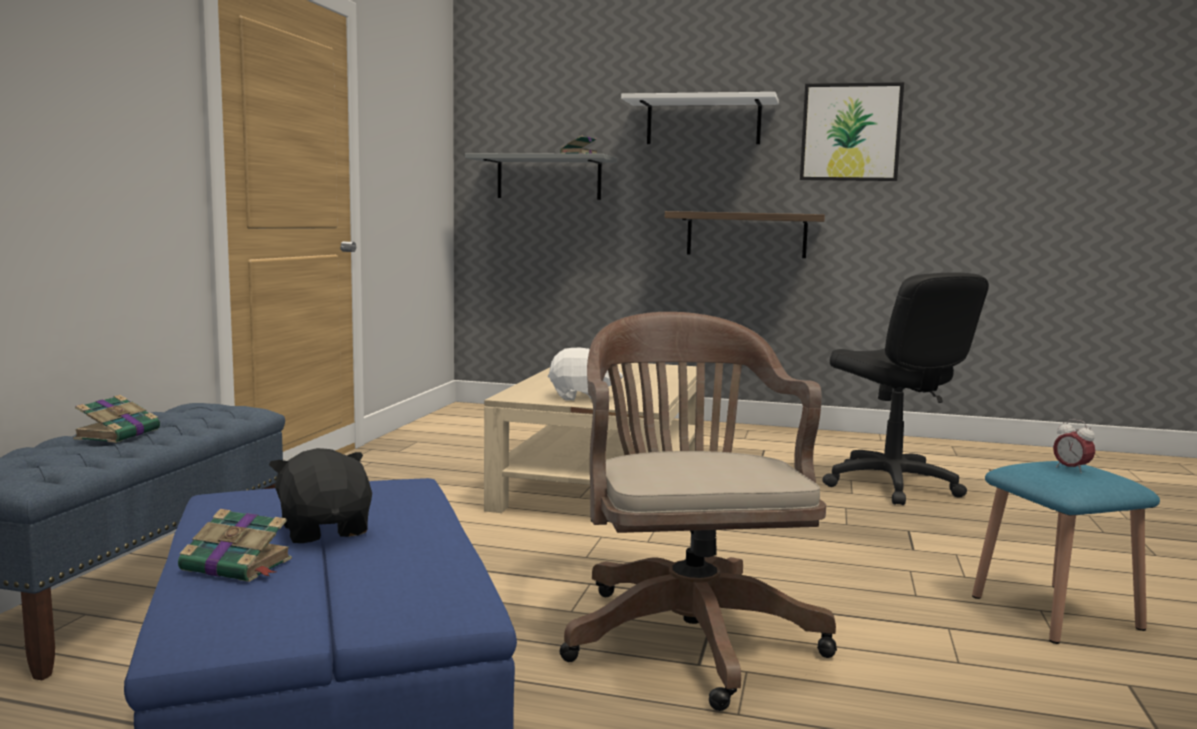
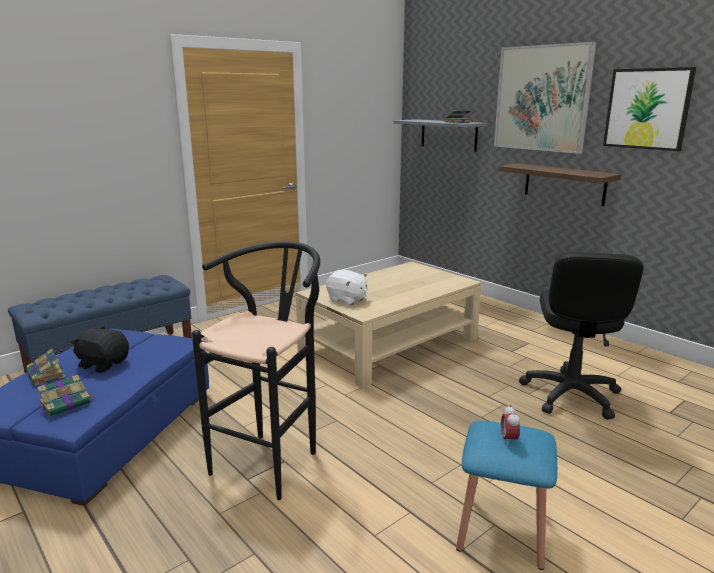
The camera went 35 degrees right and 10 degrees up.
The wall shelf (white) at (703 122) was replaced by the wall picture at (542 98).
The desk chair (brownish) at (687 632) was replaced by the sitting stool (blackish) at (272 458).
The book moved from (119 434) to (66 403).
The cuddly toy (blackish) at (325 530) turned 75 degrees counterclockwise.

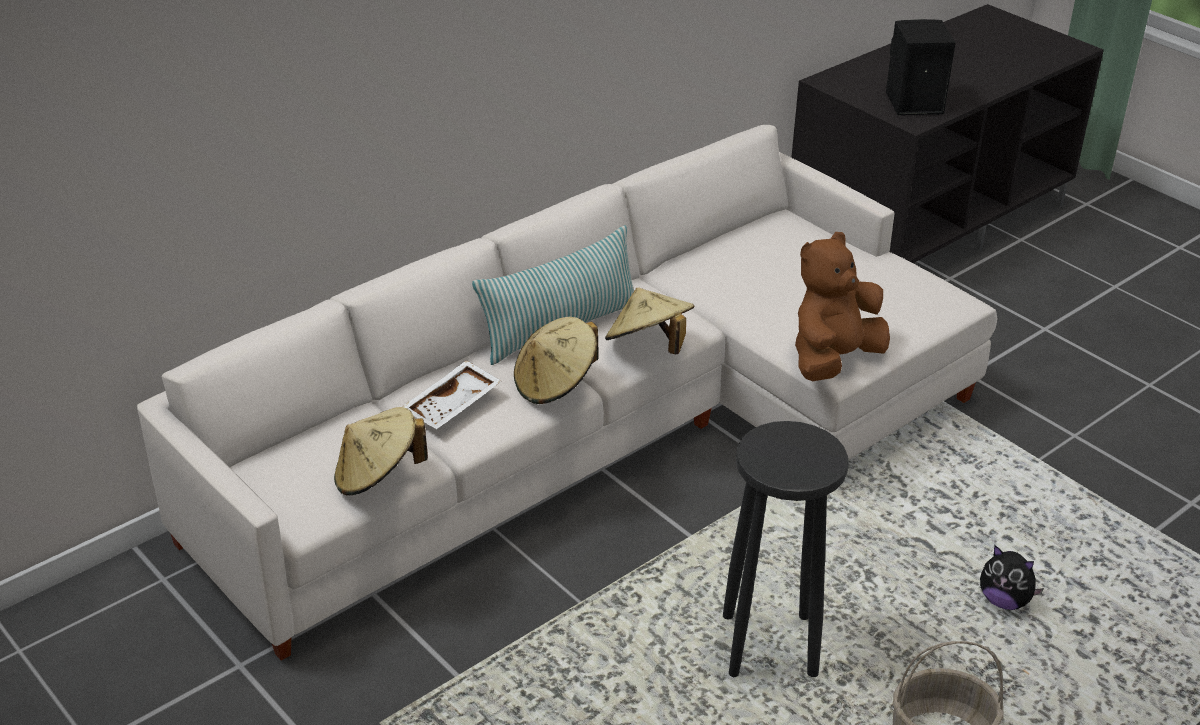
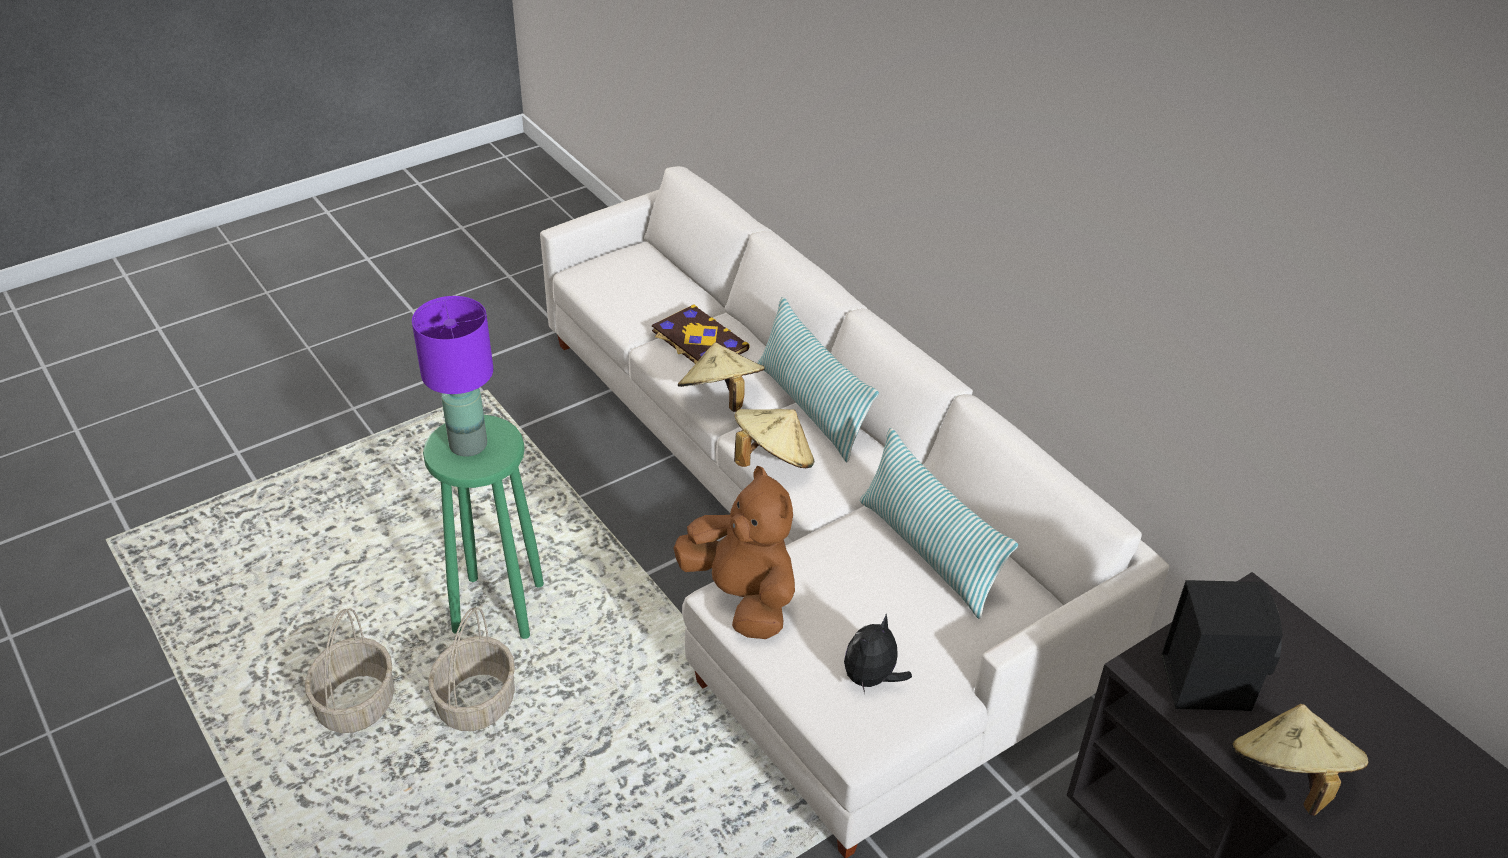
The camera went 95 degrees right and 5 degrees up.
The carrying tray (white) at (453 406) was replaced by the book at (698 341).
The wearable hat (beige) moved from (378 476) to (1288 777).
The sitting stool (blackish) at (771 645) became the sitting stool (greenish) at (498 608).
The cuddly toy moved from (1004 601) to (871 679).
The lamp for a table (purplish) at (467 445) appeared.
The throw pillow at (928 552) appeared.
The storage basket at (476 701) appeared.

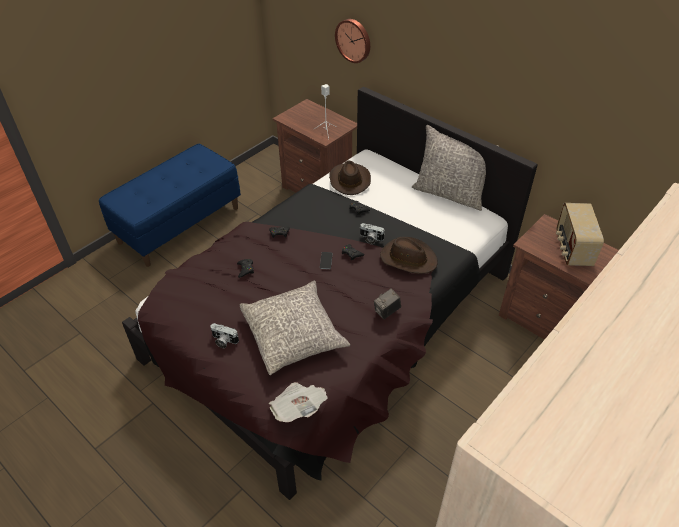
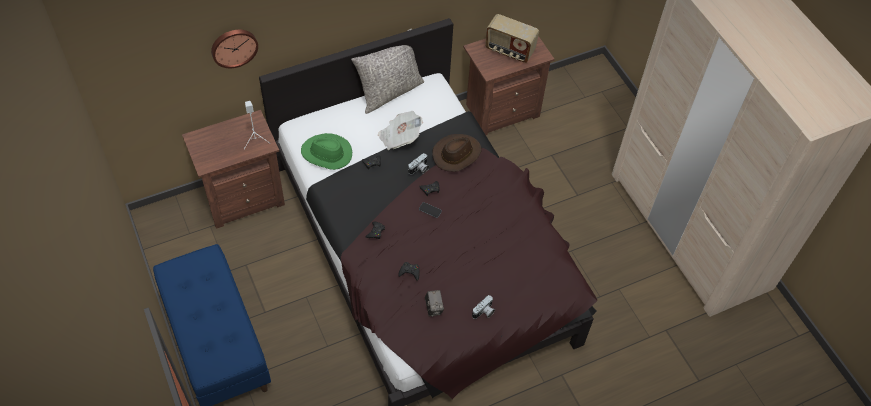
The camera went 70 degrees left and 10 degrees up.
The wearable hat (brownish) at (349 180) became the wearable hat (greenish) at (326 154).
The throw pillow (gray) at (294 334) disappeared.
The still camera moved from (387 312) to (433 308).
The daily paper moved from (298 409) to (399 137).

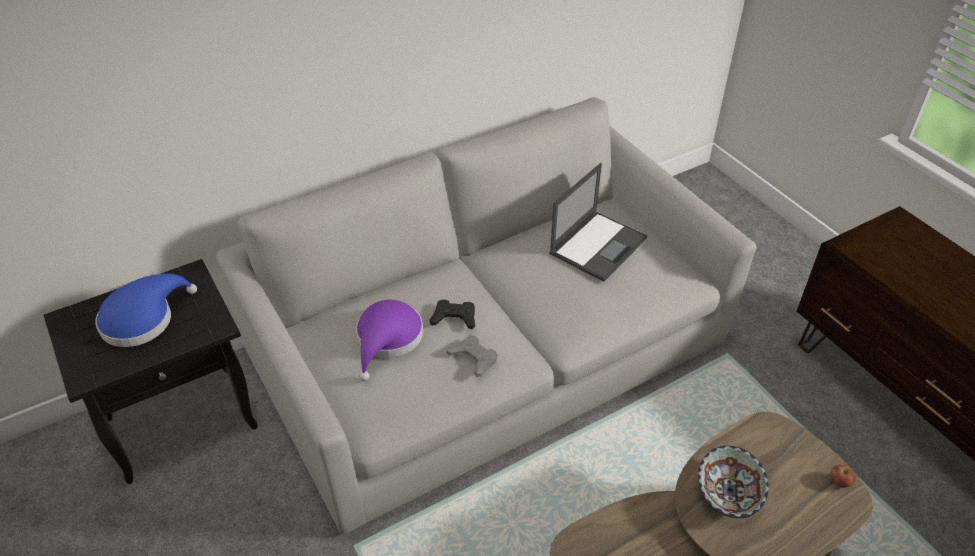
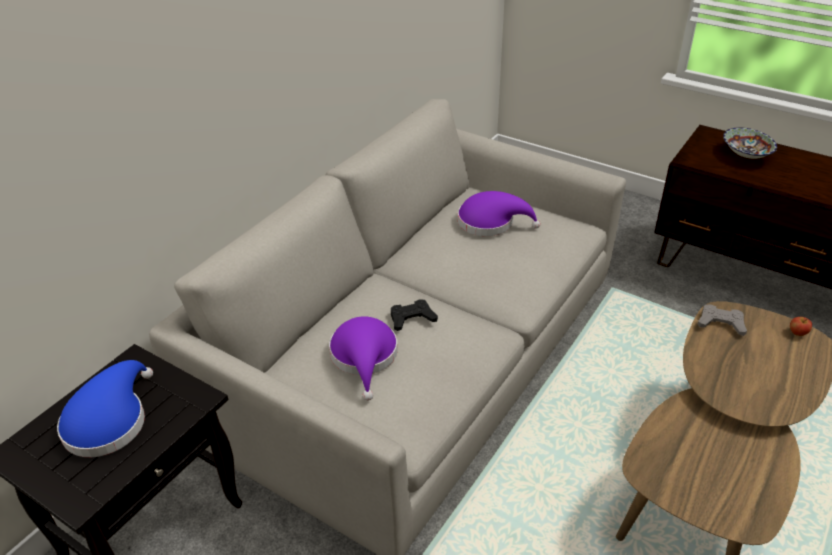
The camera went 25 degrees left and 5 degrees down.
The laptop at (598 245) was replaced by the wearable hat (purplish) at (490 222).
The joypad (gray) moved from (473 358) to (721 323).
The deep dish moved from (729 493) to (746 155).

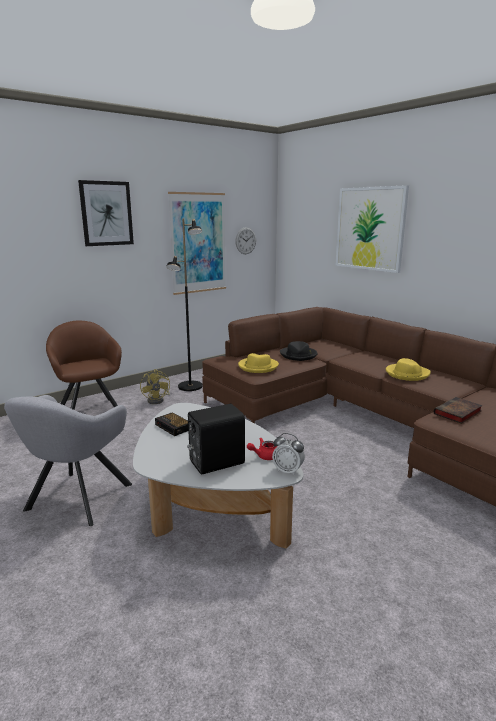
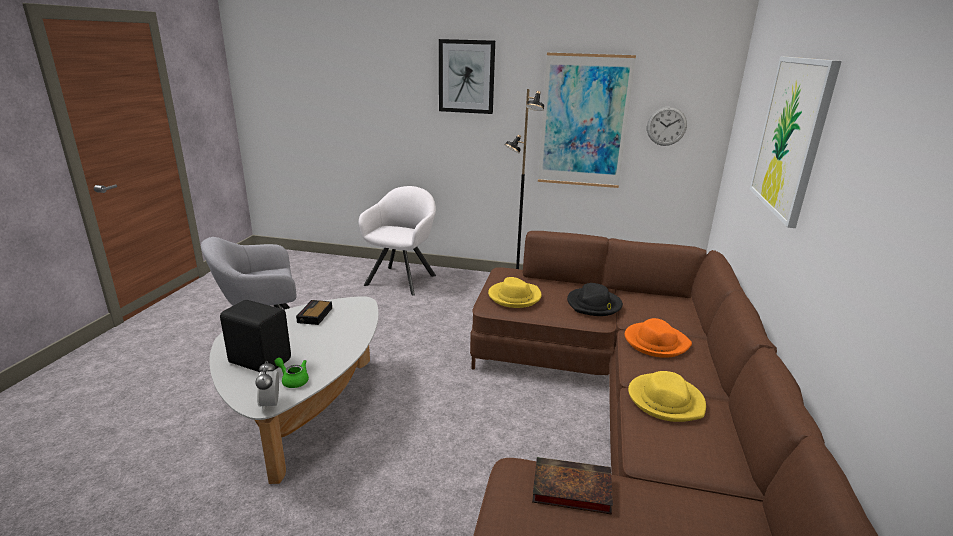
The camera went 50 degrees right and 5 degrees up.
The easy chair (brownish) at (90 410) became the easy chair (white) at (403 278).
The fan (yellowish) at (158 400) disappeared.
The teapot (red) at (264 456) became the teapot (greenish) at (293 380).
The wearable hat (orange-coloured) at (655 342) appeared.

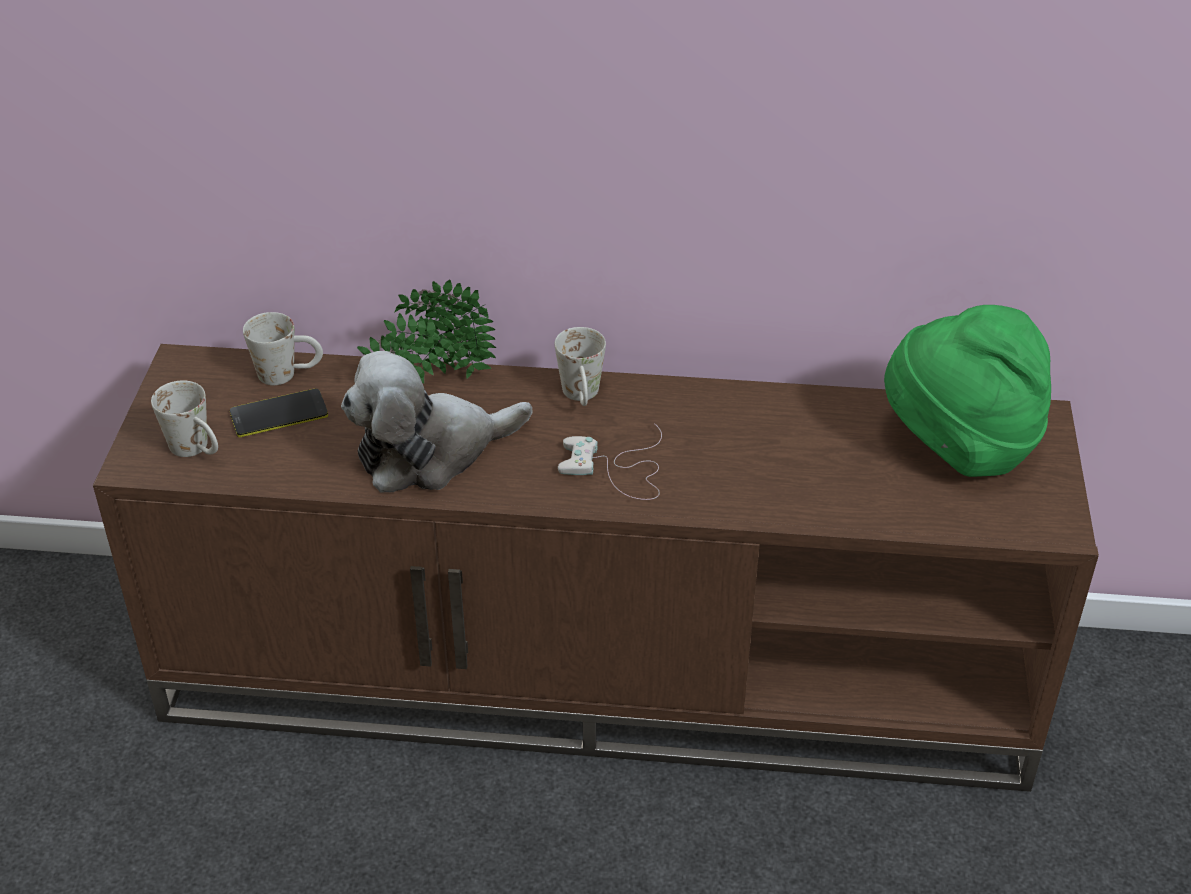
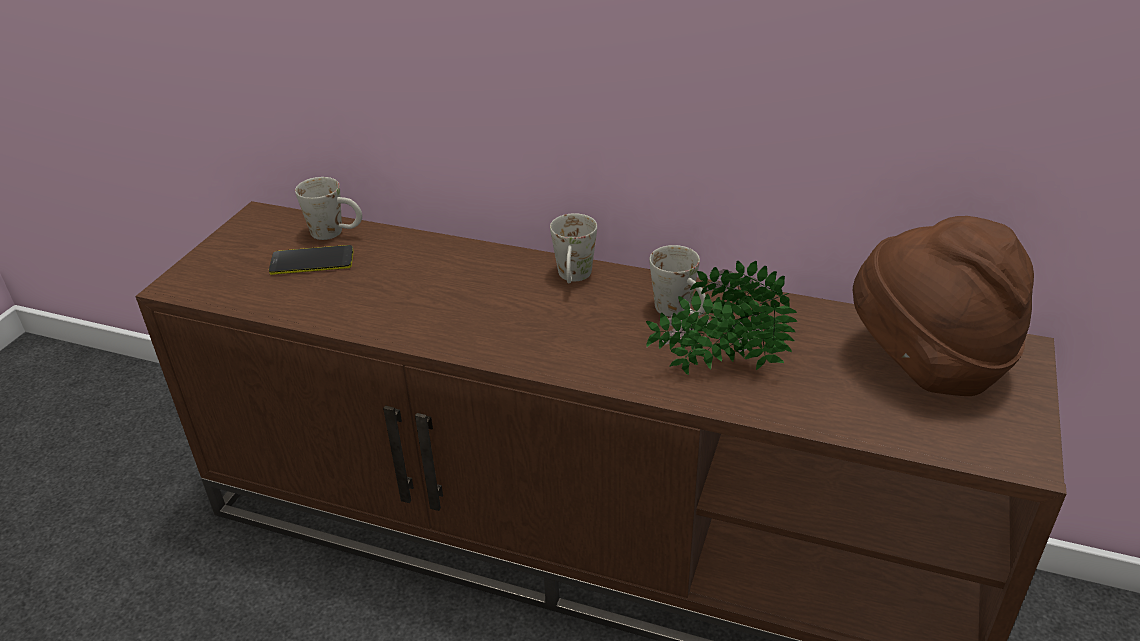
The camera went 15 degrees right and 5 degrees down.
The houseplant moved from (430 381) to (717 367).
The wearable hat (greenish) at (959 445) became the wearable hat (brownish) at (927 363).
The cuddly toy at (430 452) disappeared.
The mug (white) moved from (197 450) to (680 312).
The joypad (white) at (618 469) disappeared.

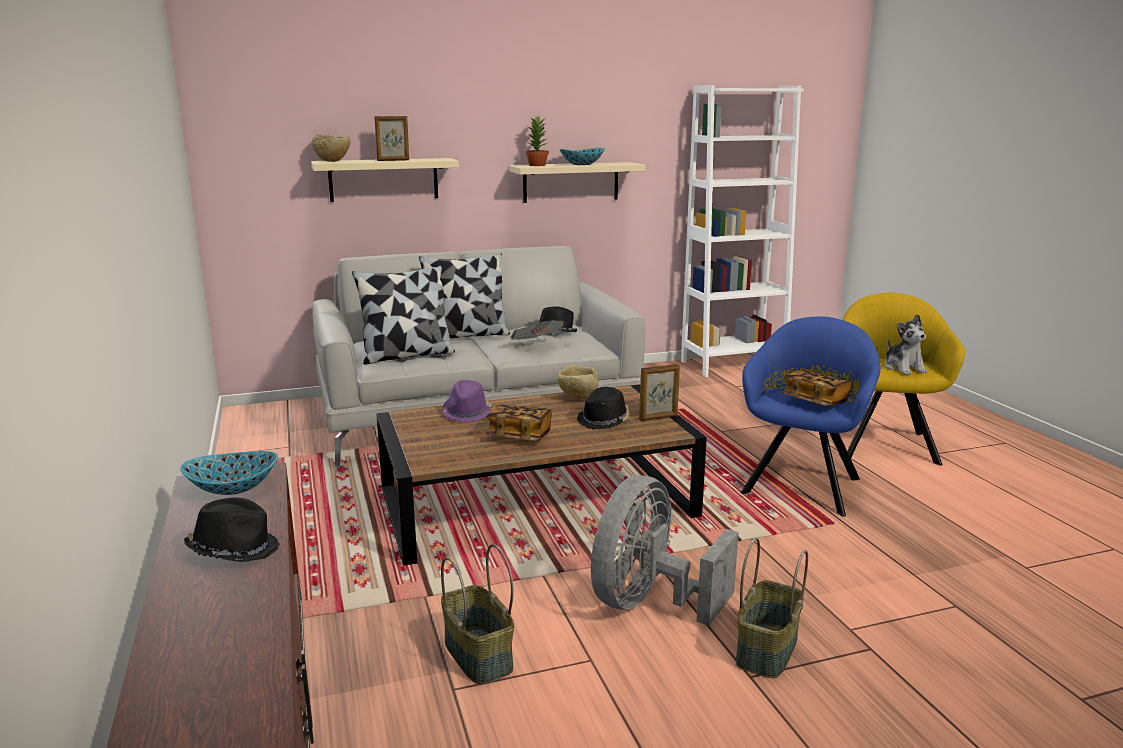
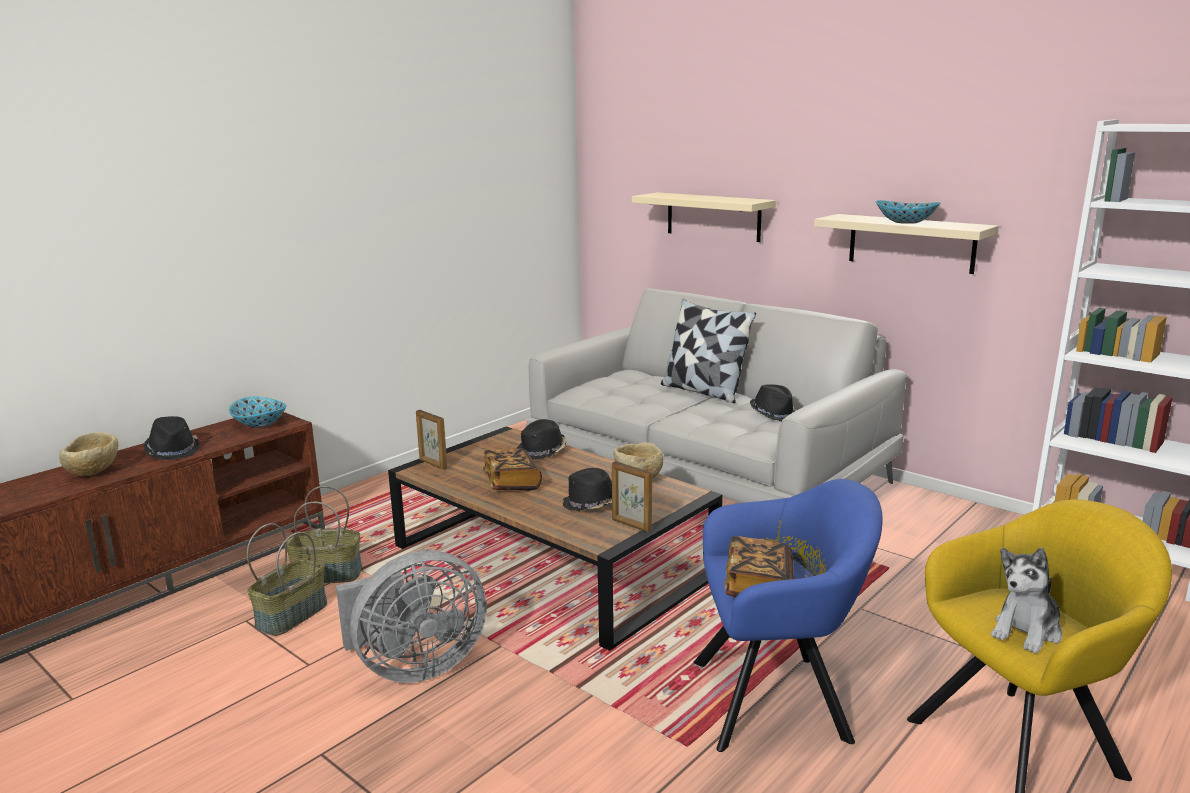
The camera went 60 degrees right and 0 degrees up.
The houseplant at (537 165) disappeared.
The picture frame moved from (393 160) to (433 464).
The deep dish (beige) moved from (333 161) to (94 473).
The throw pillow at (407 355) disappeared.
The daily paper at (536 345) disappeared.
The wearable hat (purplish) at (467 413) became the wearable hat (blackish) at (542 451).
The fan (gray) at (649 602) turned 150 degrees clockwise.
The storage basket moved from (768 650) to (326 575).

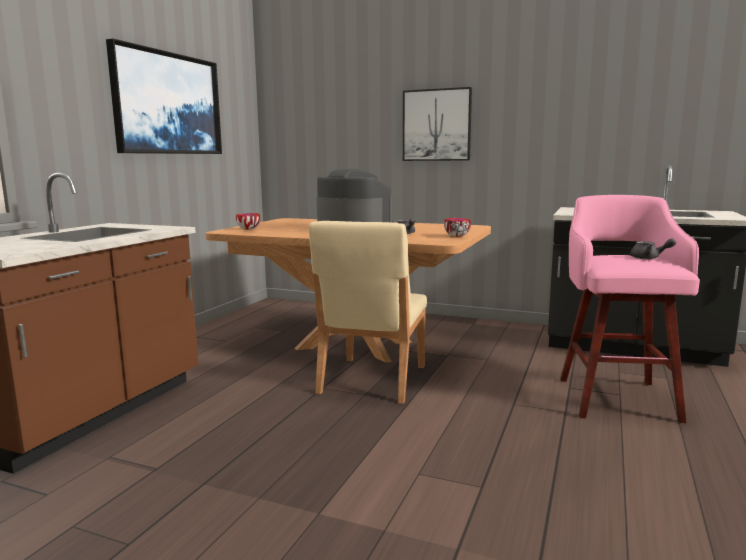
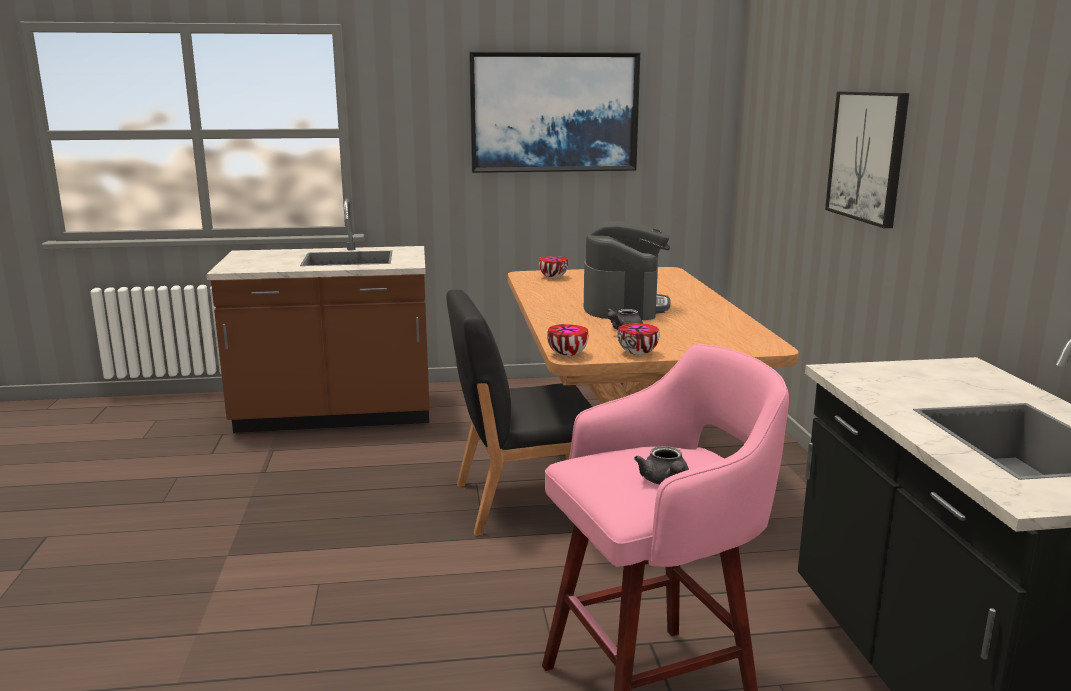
The camera went 60 degrees right and 5 degrees up.
The plain chair (beige) at (371 380) became the plain chair (blackish) at (524 501).
The deep dish at (568 355) appeared.

